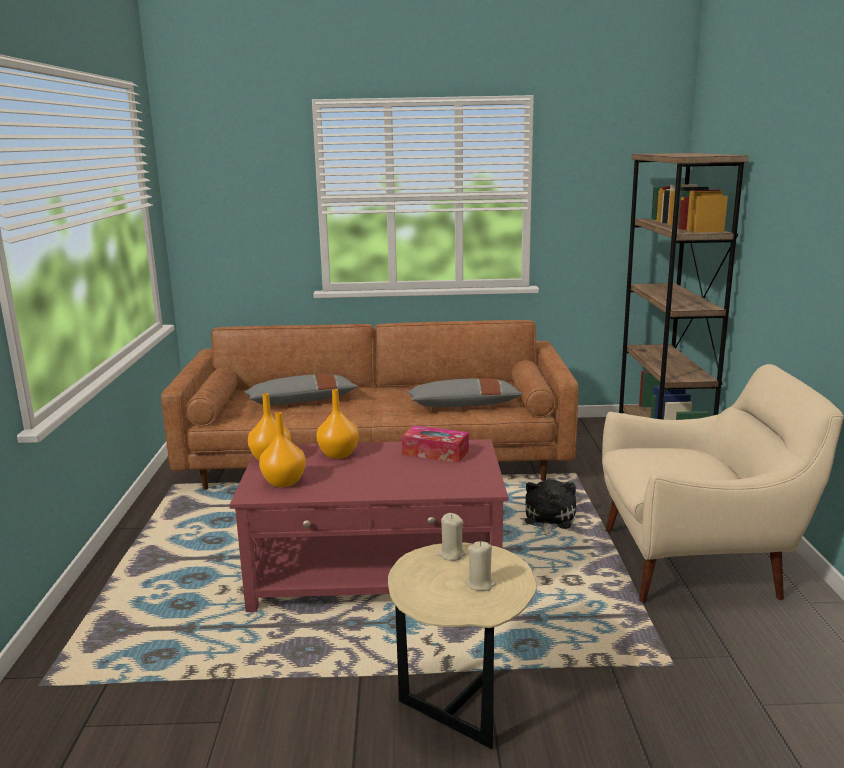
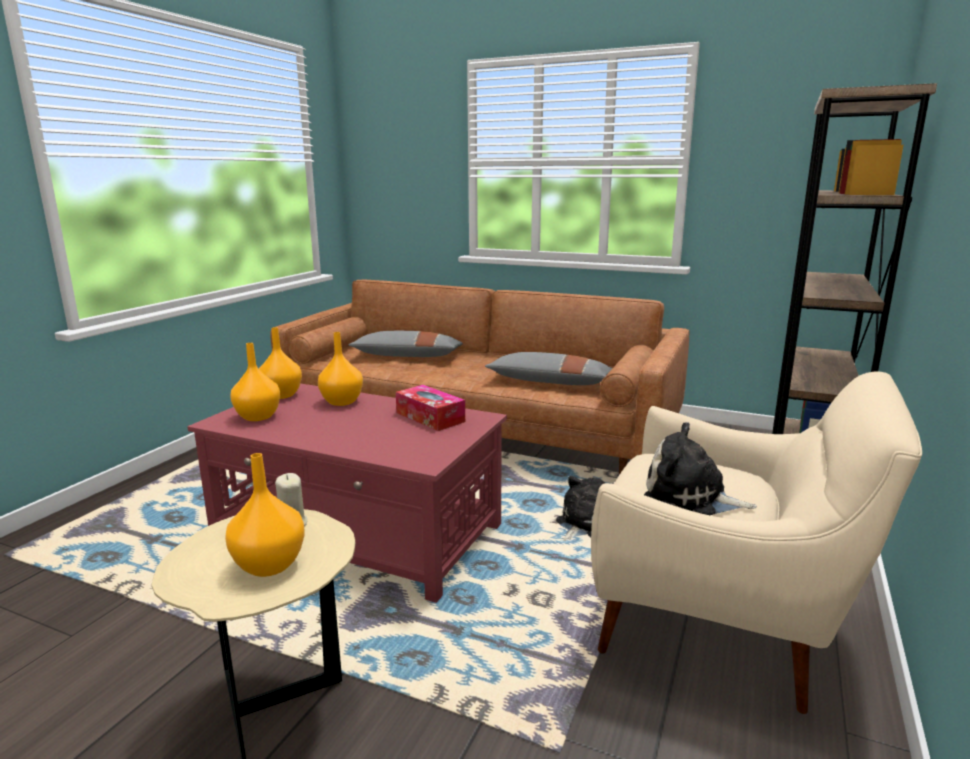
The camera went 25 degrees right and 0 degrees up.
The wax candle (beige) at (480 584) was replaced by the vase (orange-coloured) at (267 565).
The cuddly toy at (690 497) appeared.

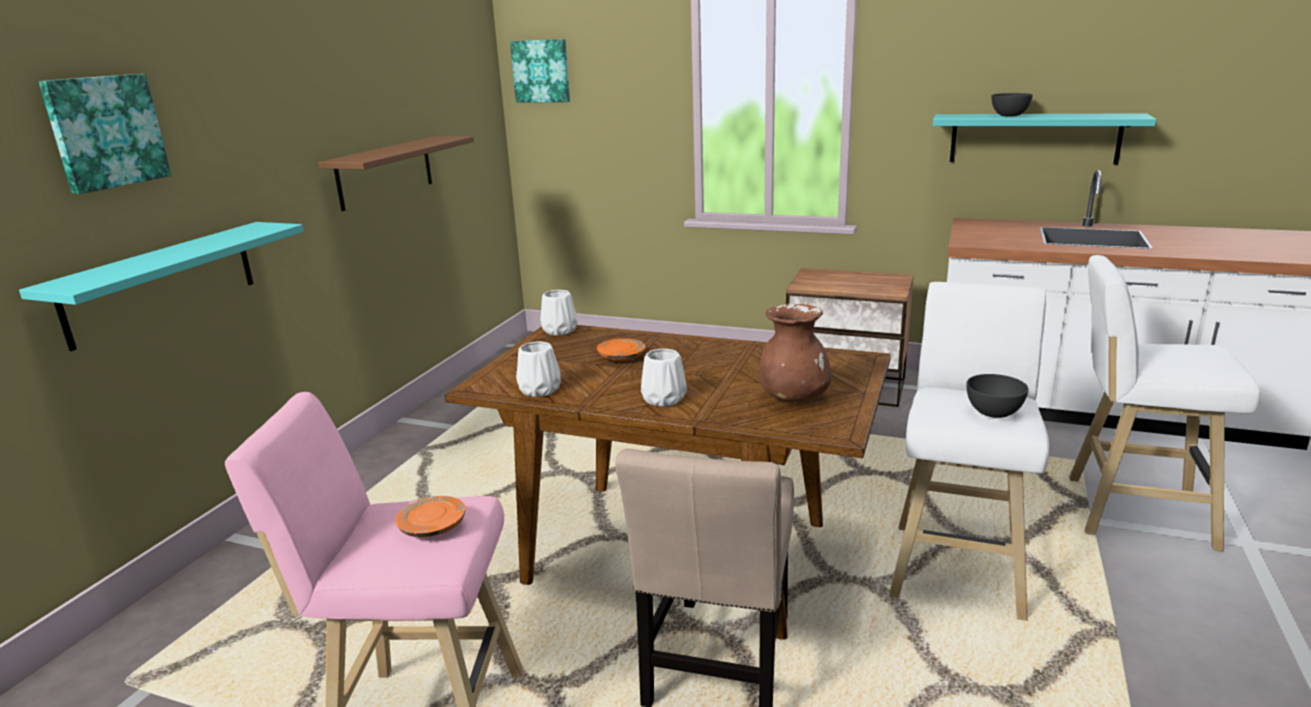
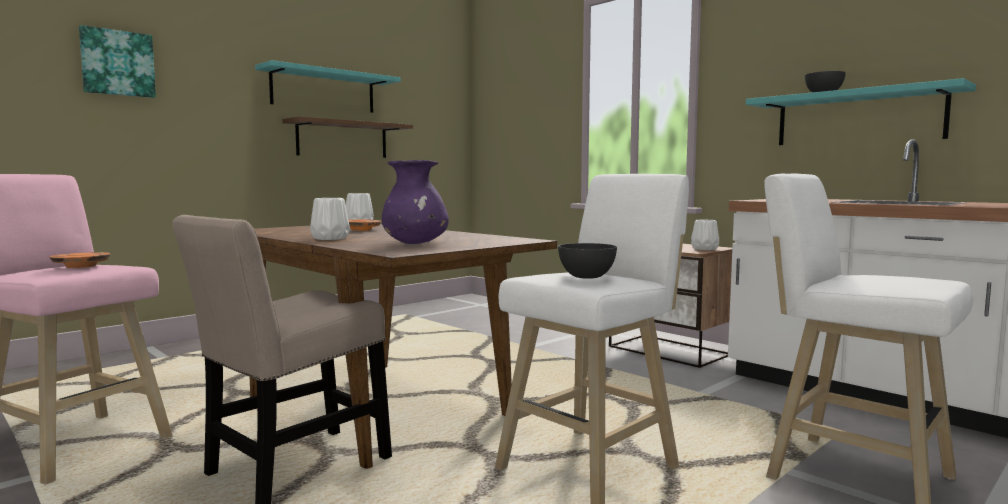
The camera went 25 degrees right and 15 degrees down.
The wall picture at (541 71) disappeared.
The wall shelf (blue-green) moved from (162 282) to (323 91).
The vase (brownish) at (793 398) became the vase (purplish) at (416 244).
The vase (white) moved from (540 390) to (705 249).

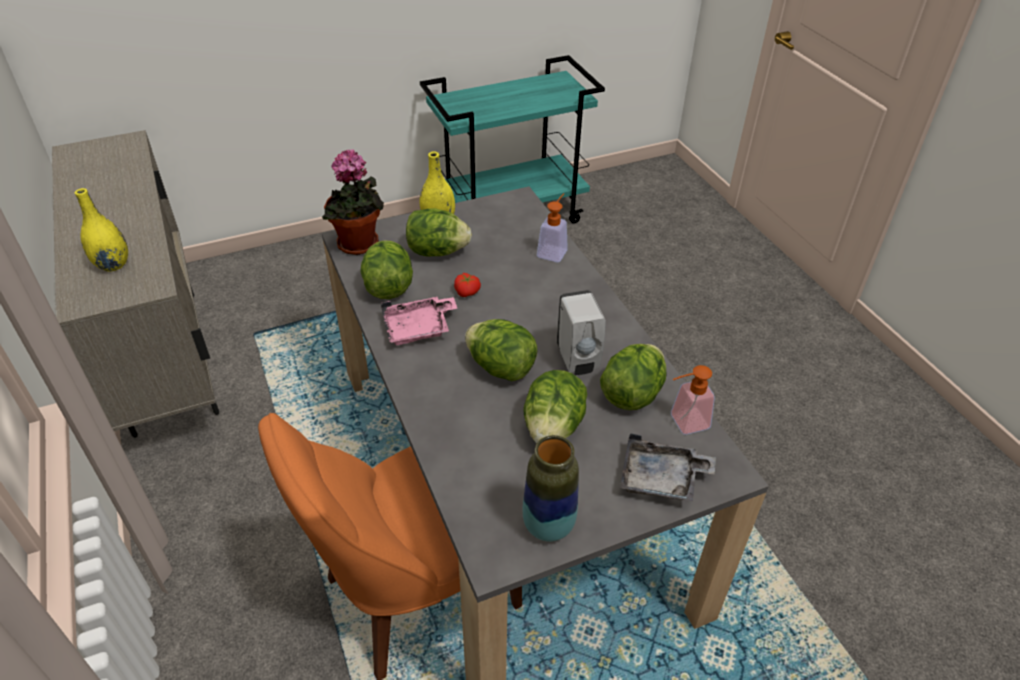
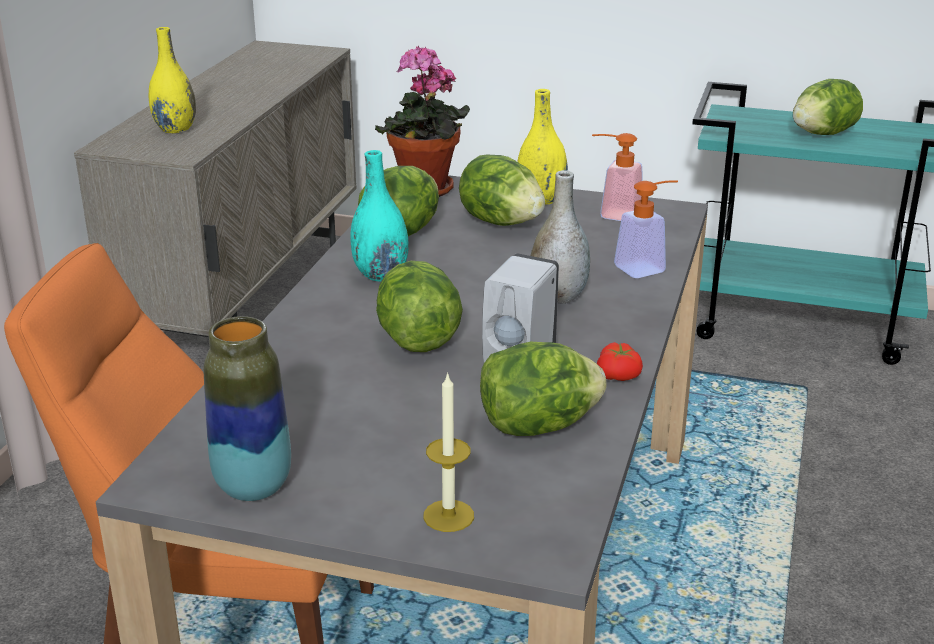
The camera went 40 degrees right and 15 degrees down.
The fresh tomato moved from (467 292) to (619 376).
The carrying tray (pink) at (419 328) was replaced by the vase (blue-green) at (380 274).
The liquid soap bottle moved from (683 423) to (613 214).
The lettuce head moved from (553 427) to (823 134).
The carrying tray (gray) at (661 479) was replaced by the wax candle at (448 516).
The vase (gray) at (558 297) appeared.

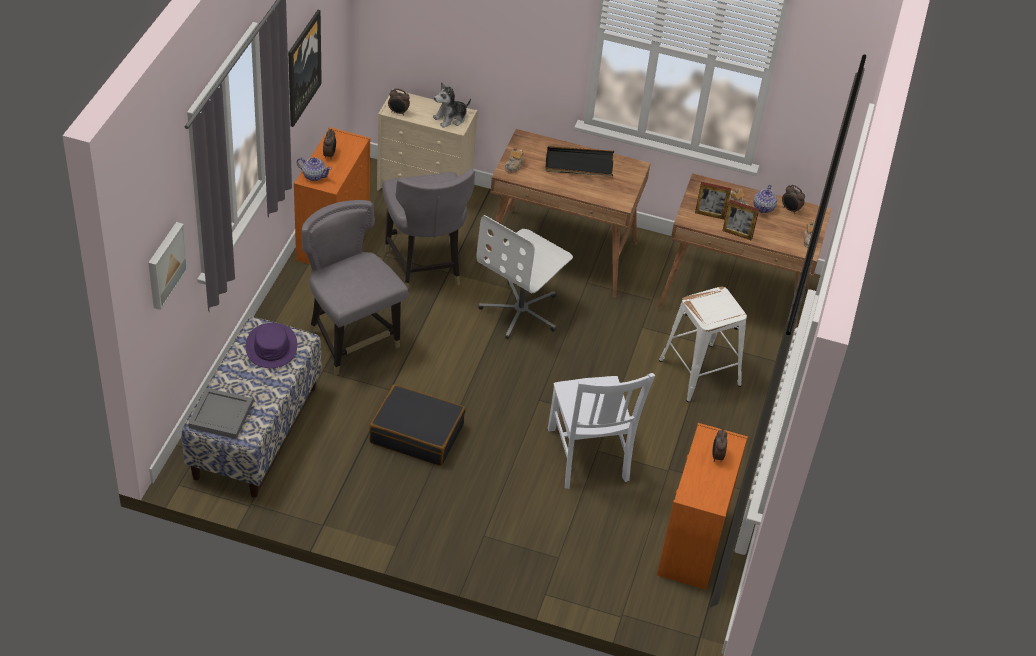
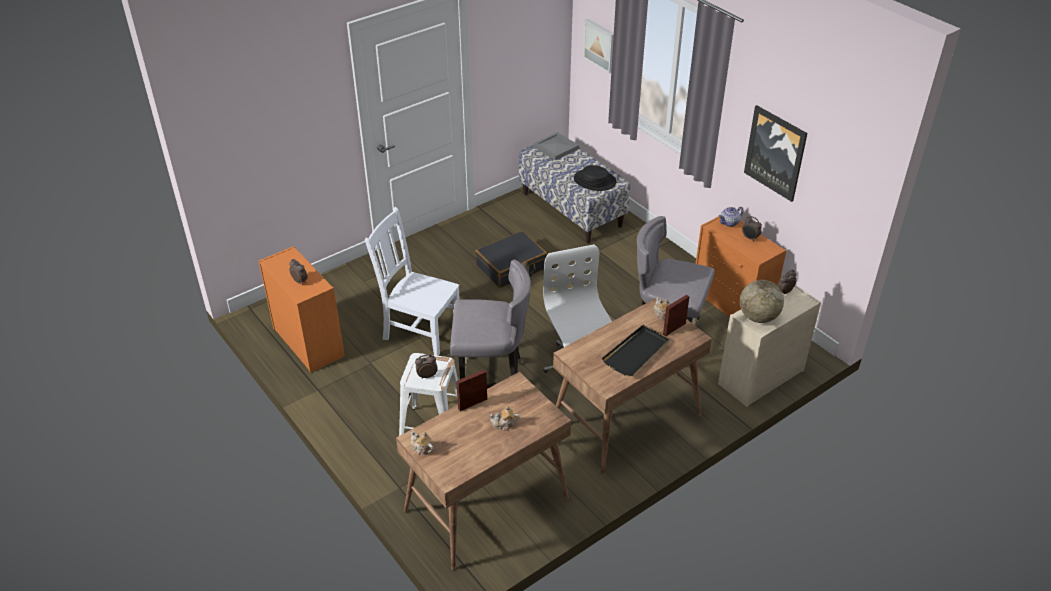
The camera went 130 degrees right and 5 degrees down.
The cuddly toy at (450 118) was replaced by the world globe at (758 317).
The picture frame moved from (710 215) to (674 329).
The teapot at (764 207) disappeared.
The alarm clock moved from (790 210) to (427 375).
The plain chair (gray) moved from (352 341) to (491 381).
The wearable hat (purplish) at (271 346) became the wearable hat (blackish) at (594 181).

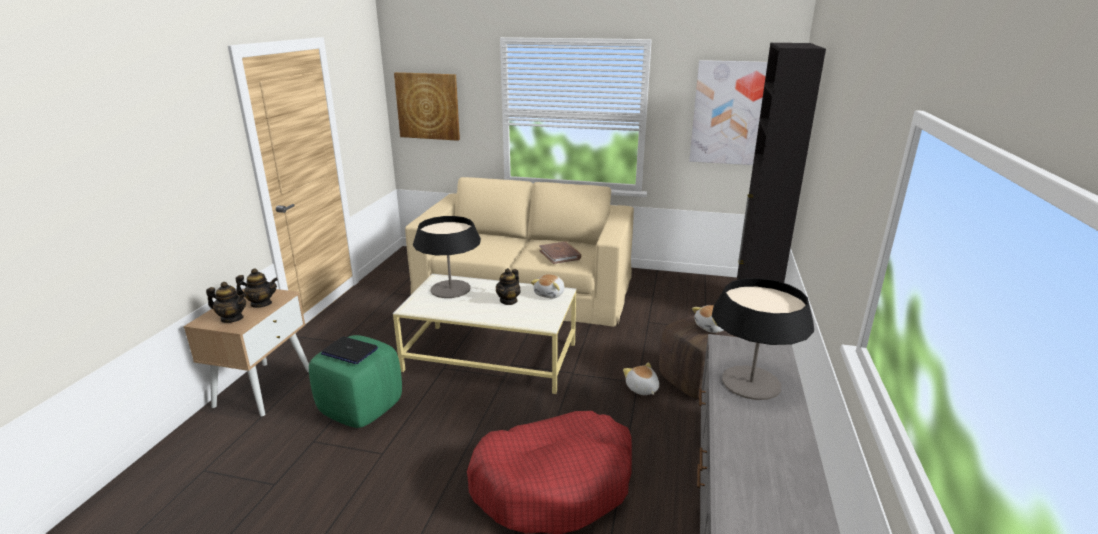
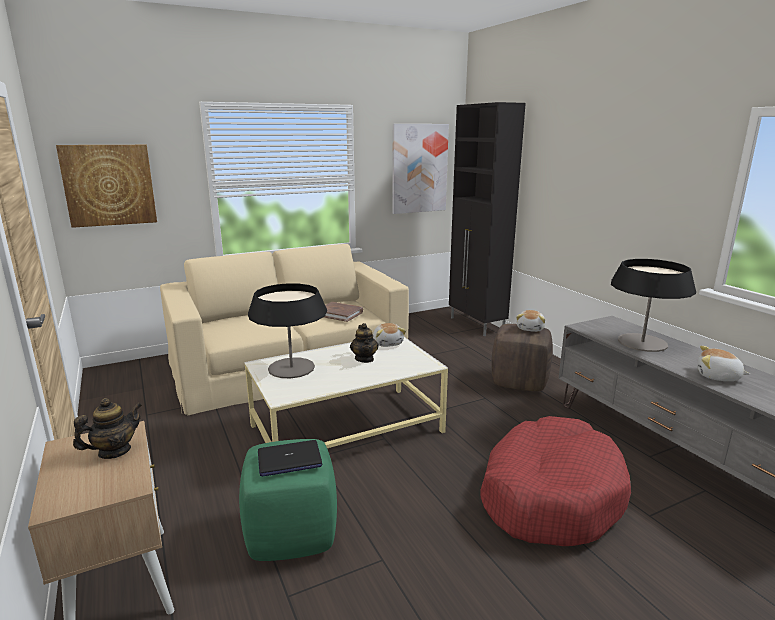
The camera went 40 degrees left and 5 degrees down.
The teapot at (232 318) disappeared.
The cuddly toy moved from (642 389) to (718 377).

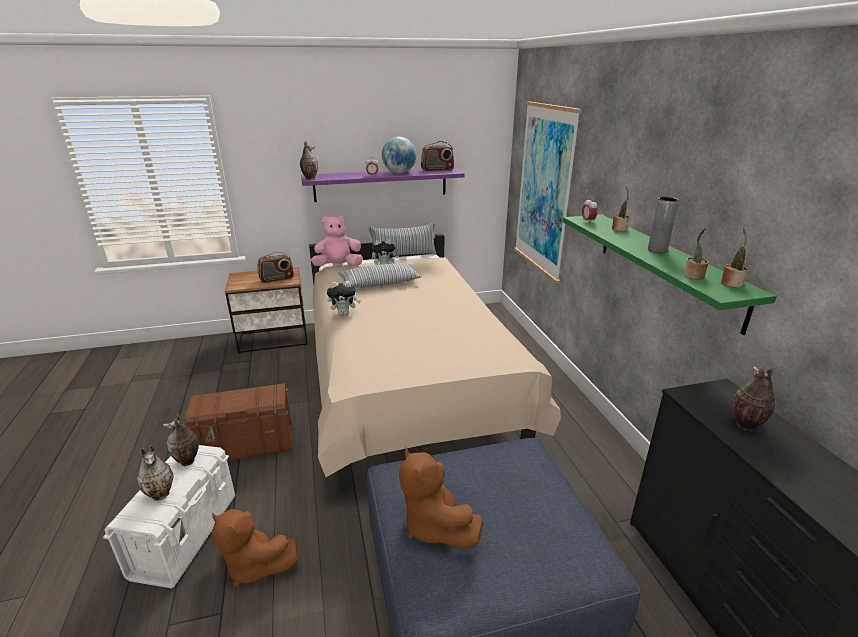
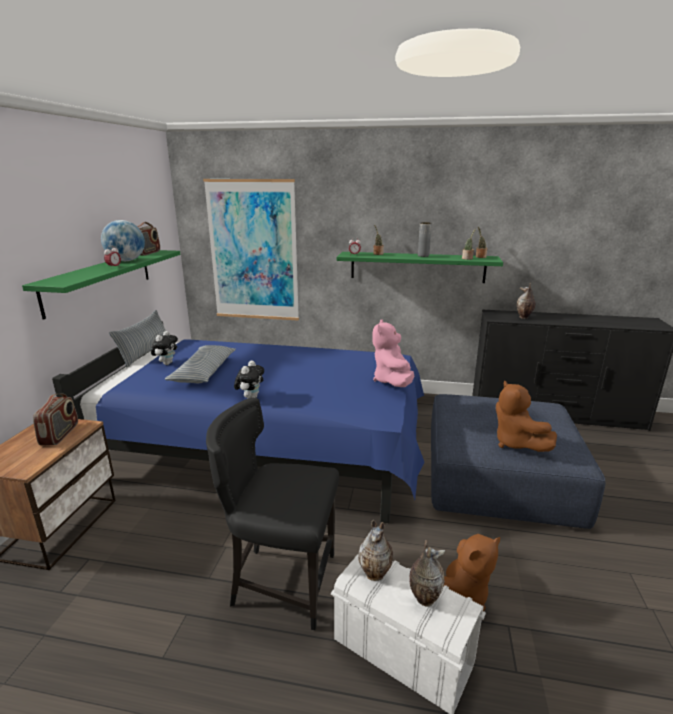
The camera went 65 degrees left and 5 degrees down.
The vase at (310 178) disappeared.
The wall shelf (purplish) at (381 184) became the wall shelf (greenish) at (100 280).
The cuddly toy (pink) moved from (338 266) to (392 381).
The sleeping bed (beige) at (406 382) became the sleeping bed (blue-coloured) at (267 452).
The storage bin (brownish) at (248 446) was replaced by the plain chair (blackish) at (282 582).
The cuddly toy (brownish) at (434 525) turned 75 degrees clockwise.

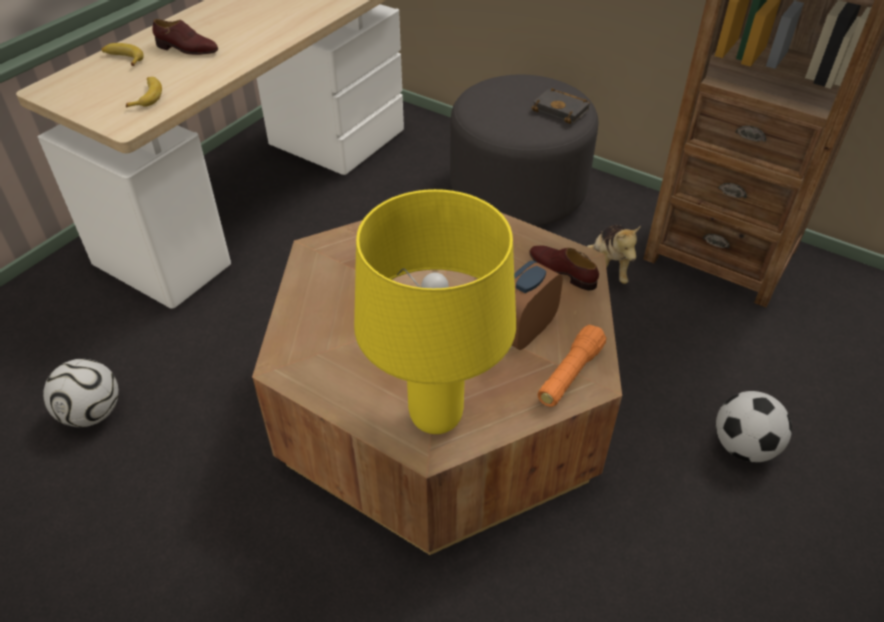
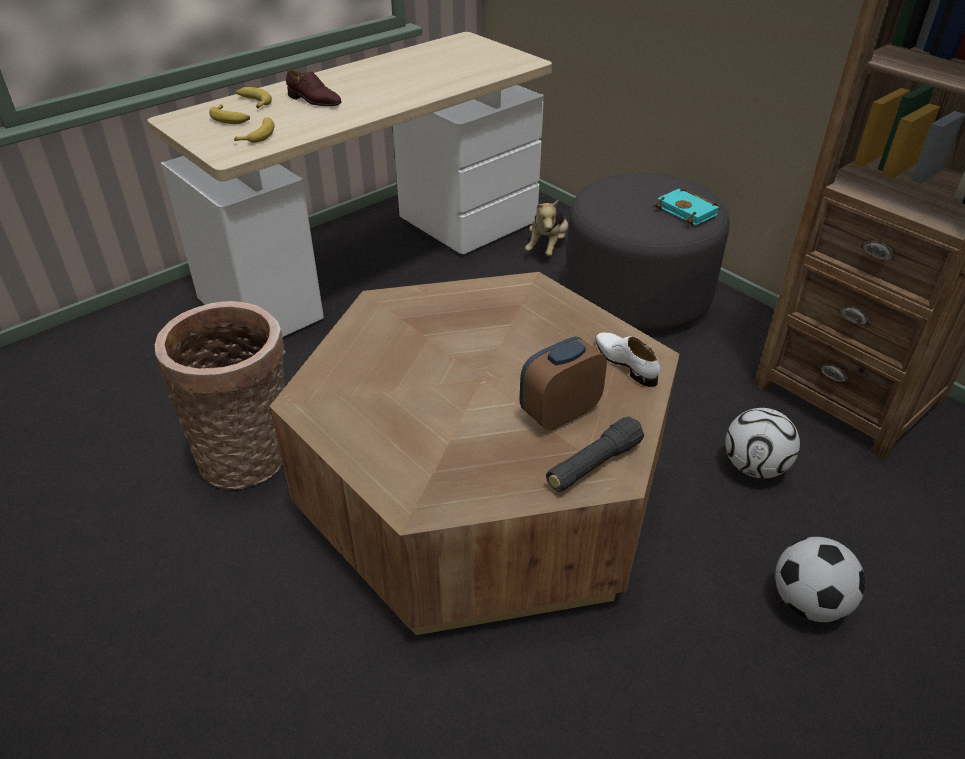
The camera went 15 degrees right and 5 degrees down.
The book (blackish) at (562 110) became the book (blue-green) at (689 211).
The lamp for a table (yellowish) at (436 418) disappeared.
The cuddly toy moved from (609 267) to (547 247).
The shoe (brownish) at (562 271) became the shoe (white) at (625 363).
The torch (orange-coloured) at (570 374) became the torch (blackish) at (593 465).
The ball for football moved from (92 413) to (754 467).
The banana fruit at (231 119) appeared.
The storage basket at (249 457) appeared.

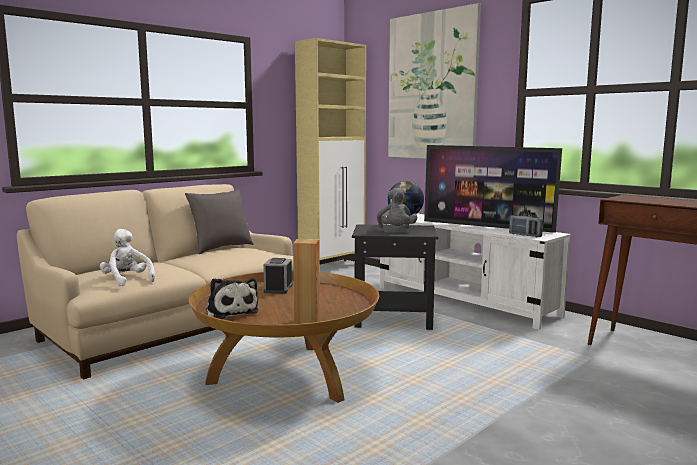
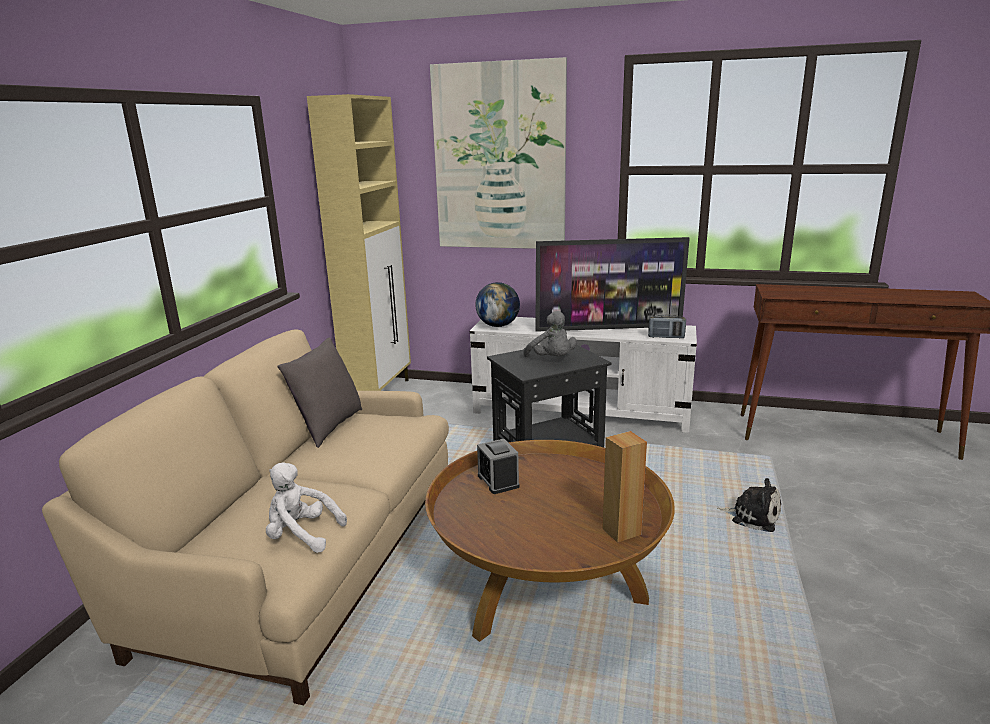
The camera went 30 degrees left and 10 degrees up.
The cuddly toy moved from (231 311) to (752 516).

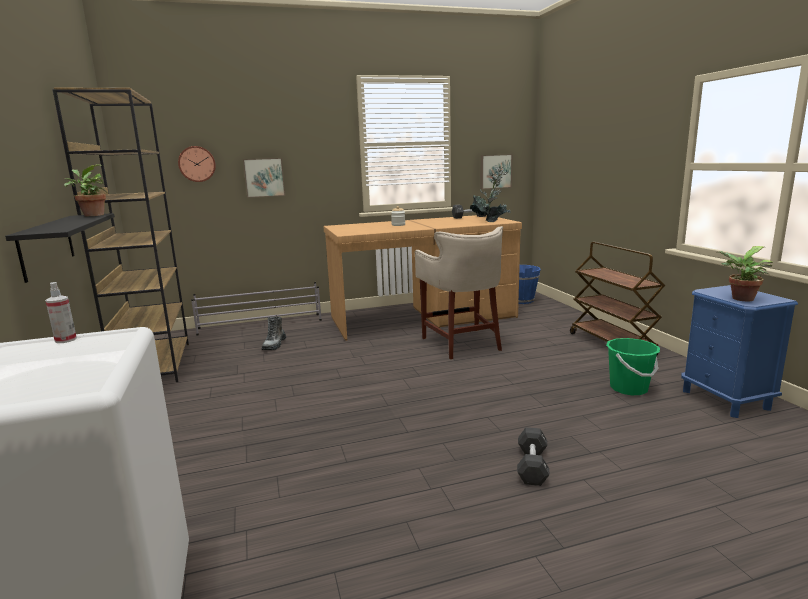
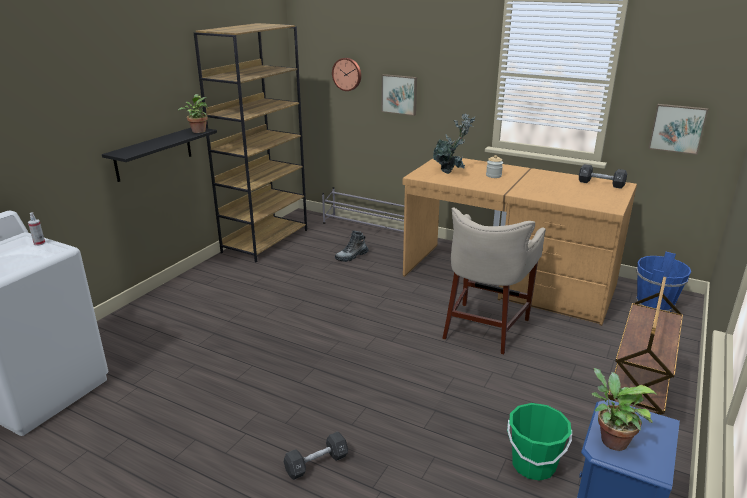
The camera went 45 degrees right and 10 degrees up.
The houseplant moved from (491 221) to (451 171).

